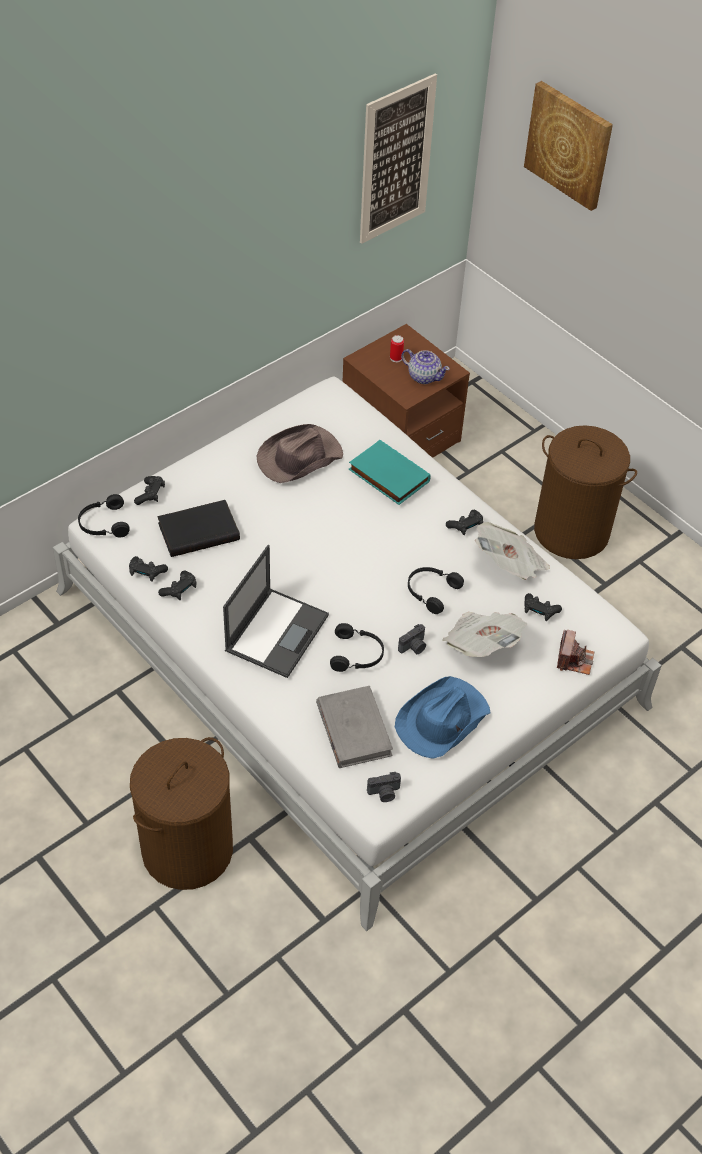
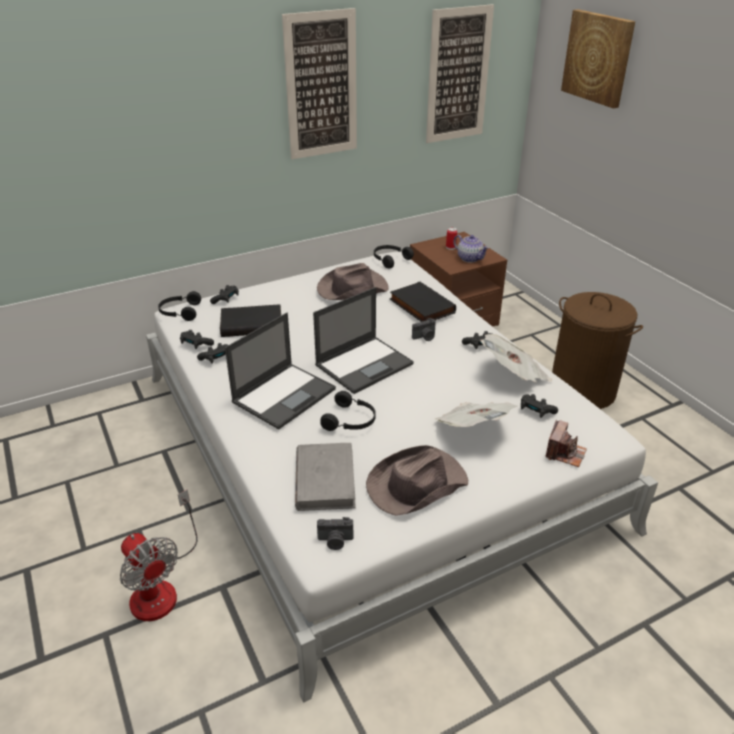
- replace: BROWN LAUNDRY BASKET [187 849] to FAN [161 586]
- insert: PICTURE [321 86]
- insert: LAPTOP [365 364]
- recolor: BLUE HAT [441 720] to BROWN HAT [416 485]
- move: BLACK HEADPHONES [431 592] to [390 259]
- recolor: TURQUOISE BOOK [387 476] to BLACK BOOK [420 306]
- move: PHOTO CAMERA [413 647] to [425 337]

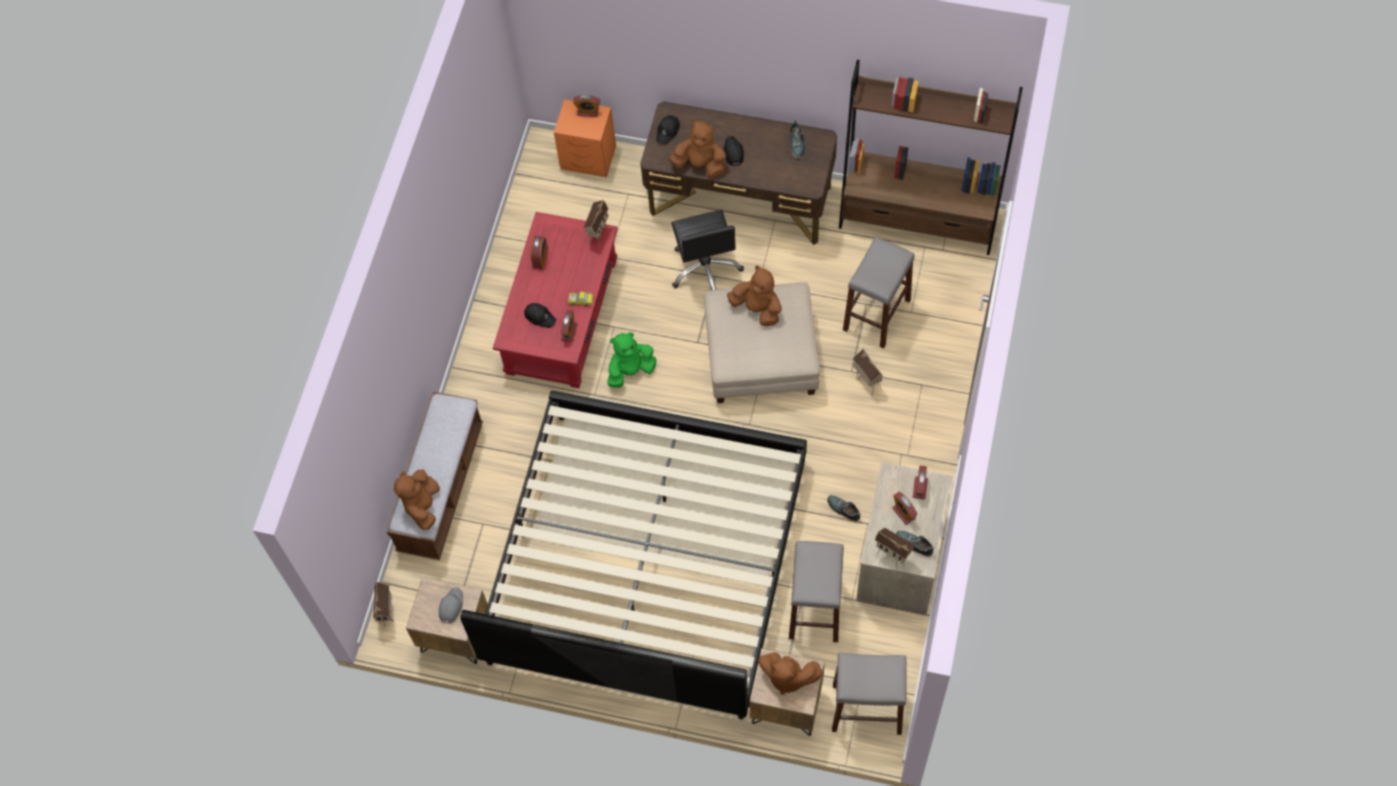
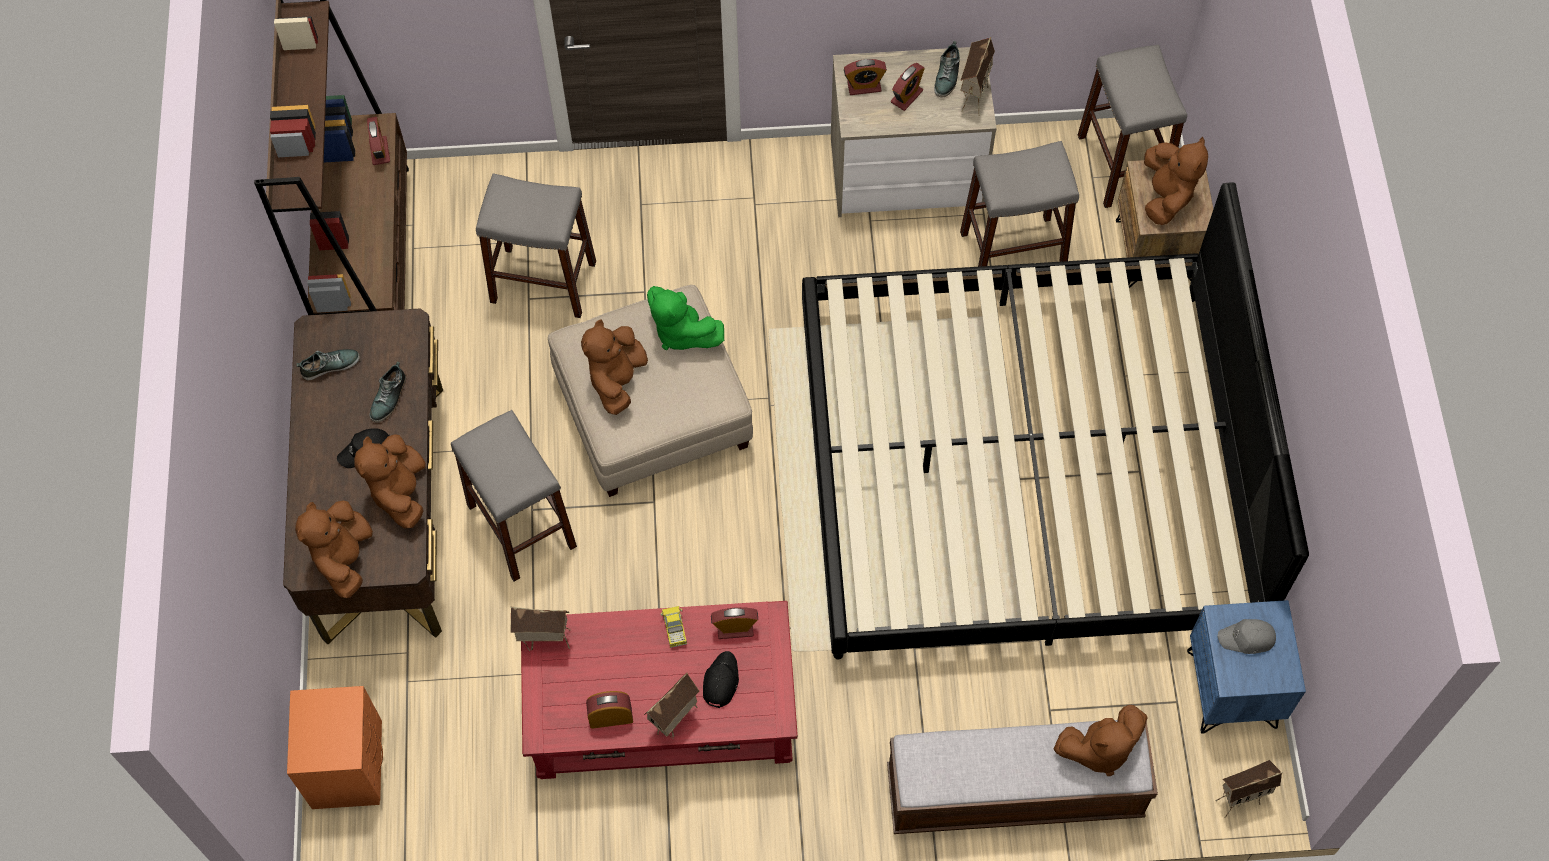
- replace: BLACK CAP [668 131] to BROWN PLUSH TOY [344 558]
- move: ALARM CLOCK [588 112] to [379 151]
- move: SHOE [843 509] to [389 398]
- replace: BLACK OFFICE CHAIR [705 269] to GREY STOOL [521 526]
- move: TOY HOUSE [867 382] to [675 721]
- move: GREEN PLUSH TOY [630 371] to [681 332]
- recolor: BROWN NIGHTSTAND [455 635] to BLUE NIGHTSTAND [1232 689]

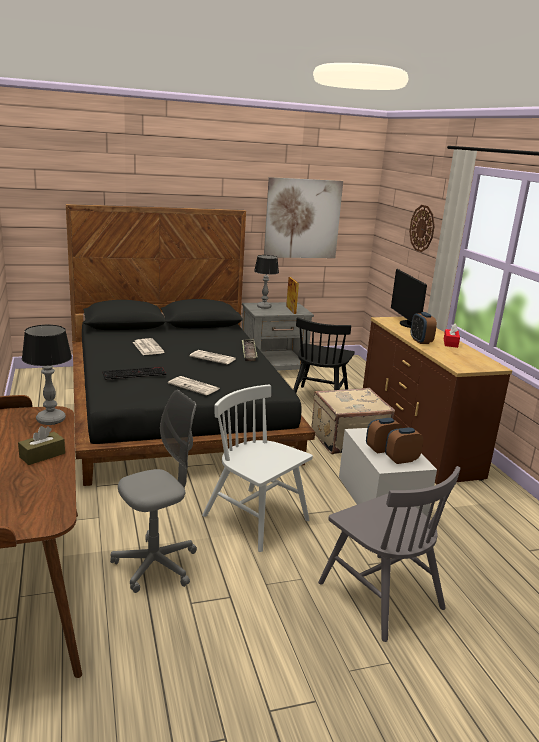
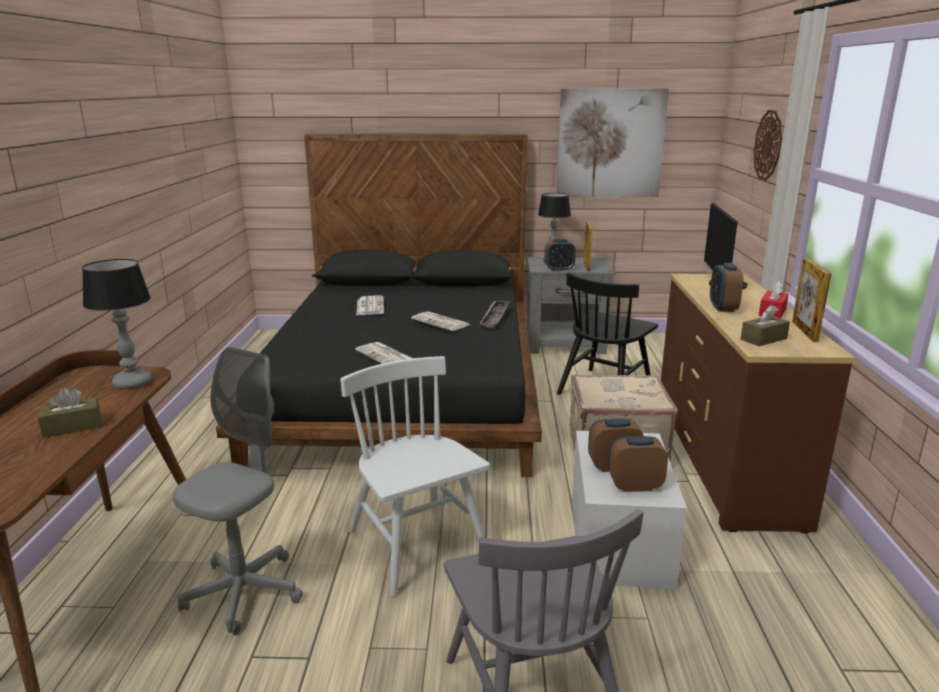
- rotate: GREY OFFICE CHAIR [155 565] = [244 592] 45 degrees counterclockwise
- insert: ALARM CLOCK [559 269]
- insert: BROWN TISSUE BOX [763 339]
- insert: PICTURE FRAME [804 331]
- delete: KEYBOARD [134 373]

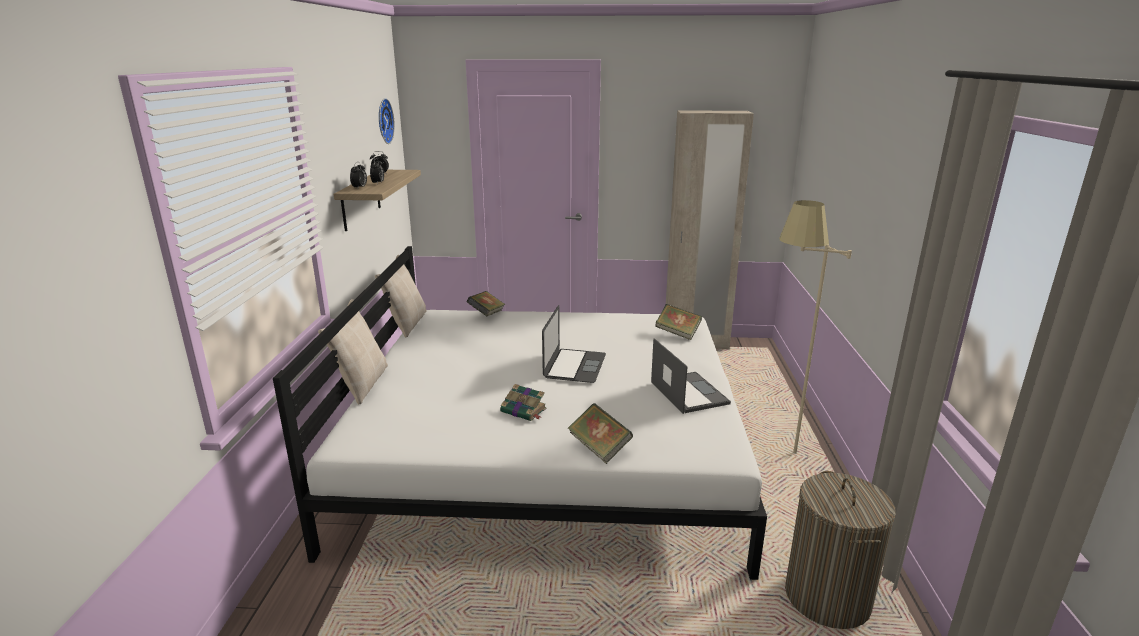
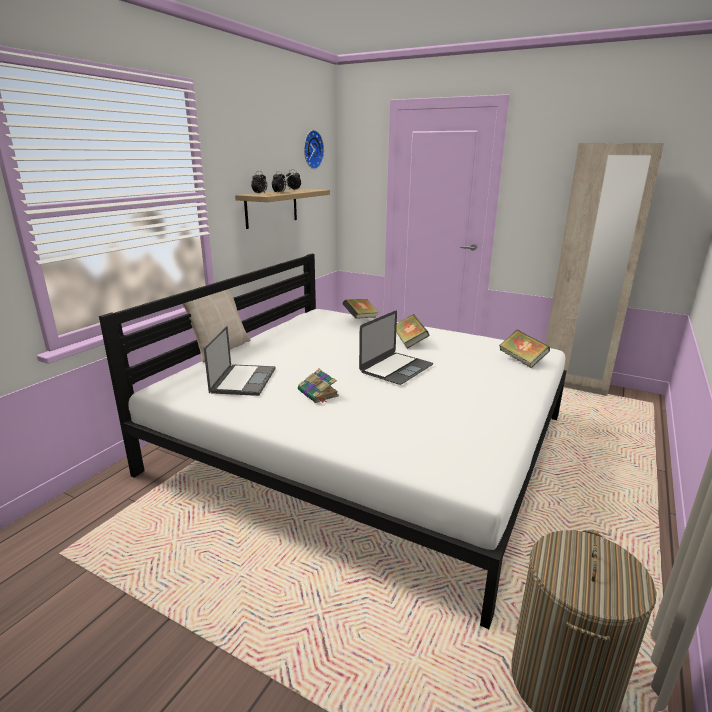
- move: LAPTOP [688 392] to [243 380]
- move: BOOK [599 448] to [409 342]
- delete: BEIGE PILLOW [406 323]
- delete: BEIGE FLOOR LAMP [783 459]

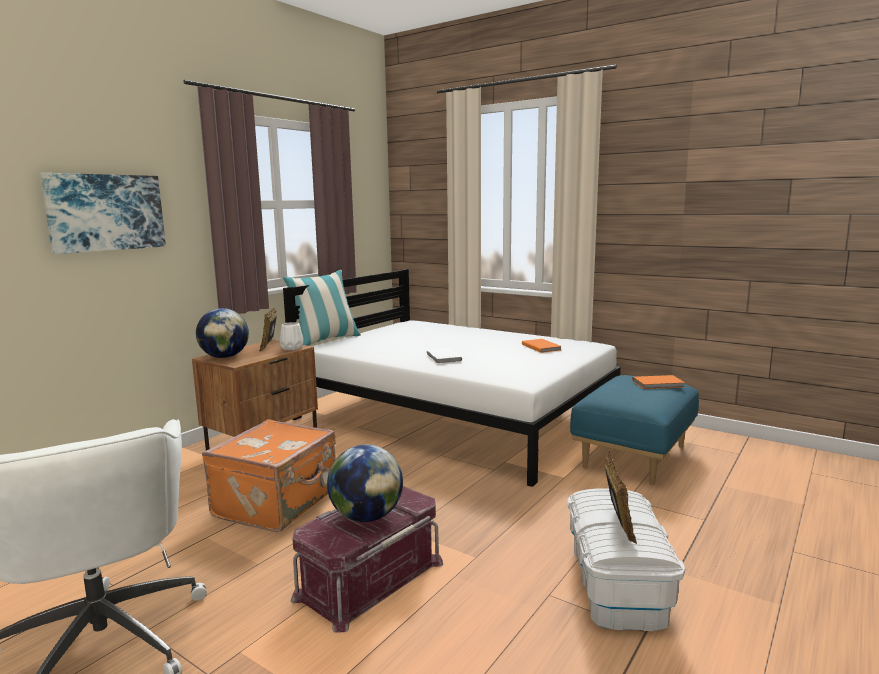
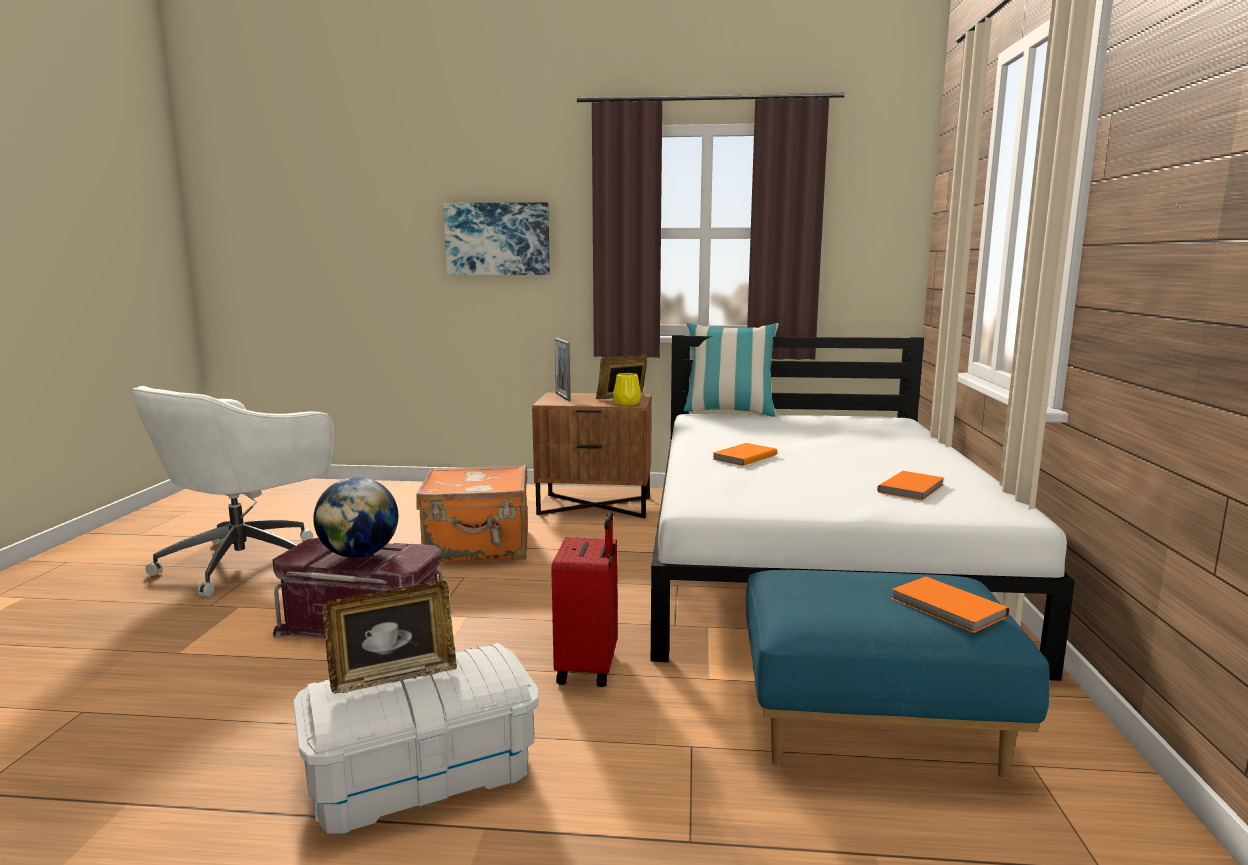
- insert: RED SUITCASE [589 667]
- replace: GLOBE [224 357] to PICTURE FRAME [562 397]
- recolor: WHITE VASE [292 348] to YELLOW VASE [626 403]
- recolor: WHITE BOOK [442 357] to ORANGE BOOK [743 457]

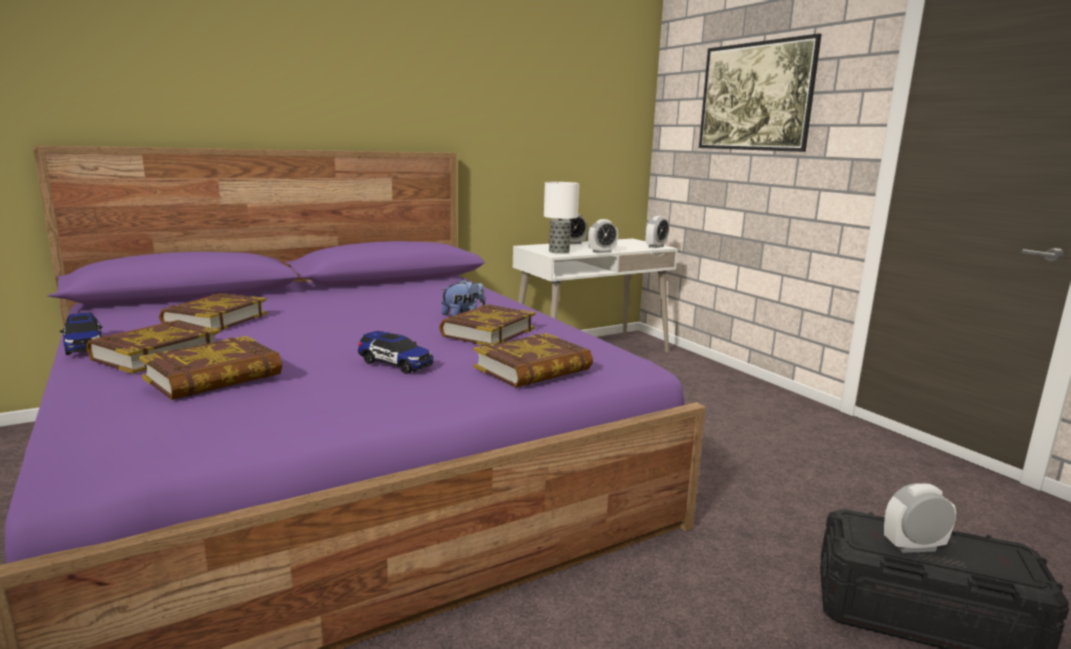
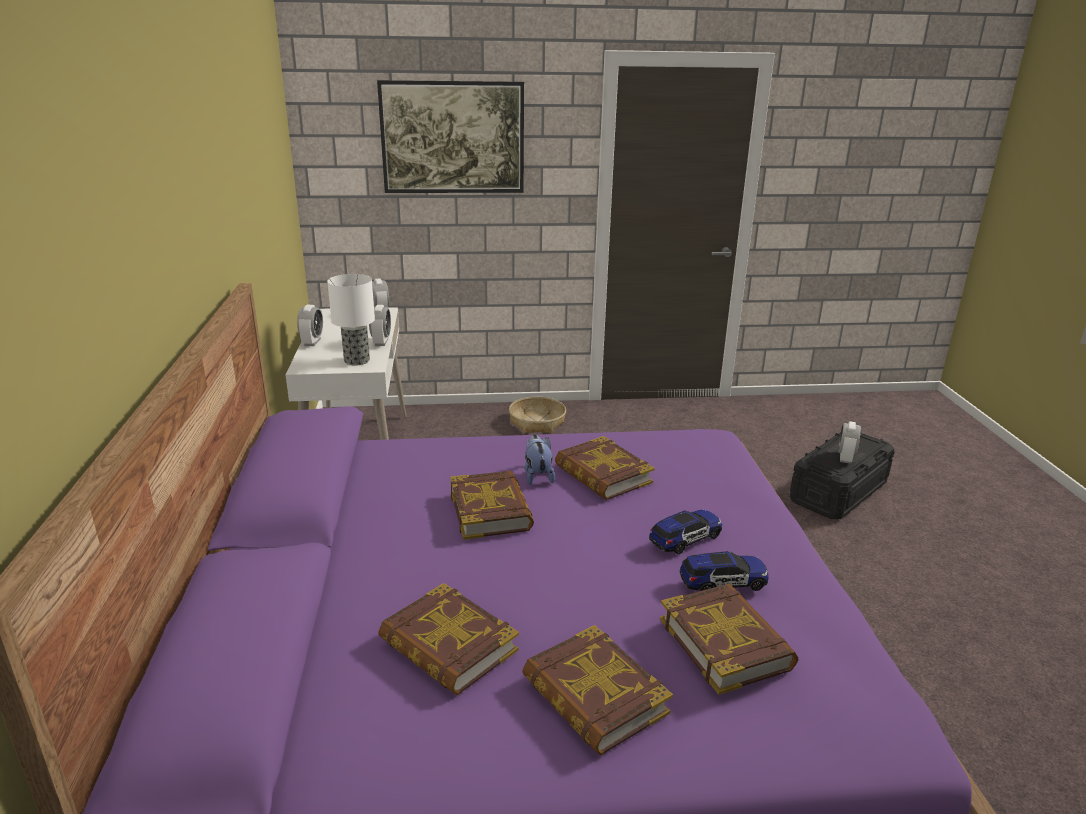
- move: BOOK [533 369] to [491 511]
- insert: BASKET [537 422]
- move: TOY CAR [84 345] to [723 582]

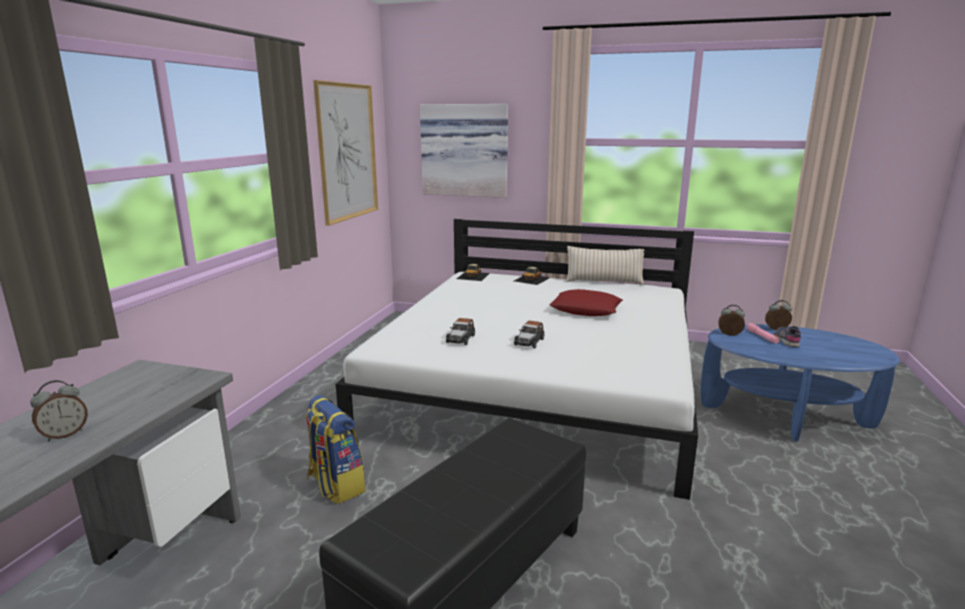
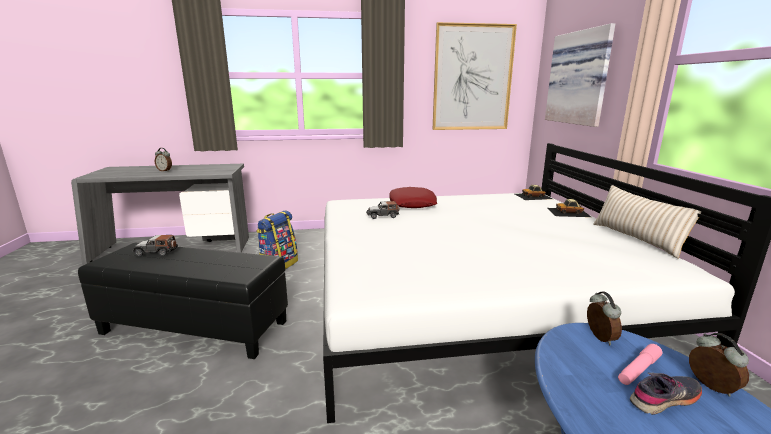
- move: TOY CAR [529 342] to [156 252]
- move: RED PILLOW [586 309] to [412 203]

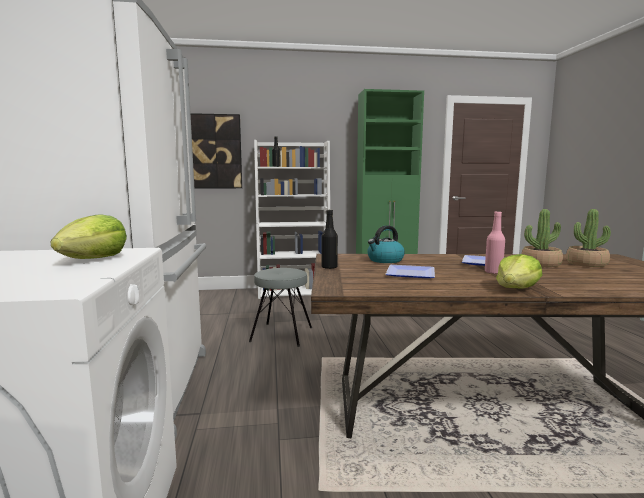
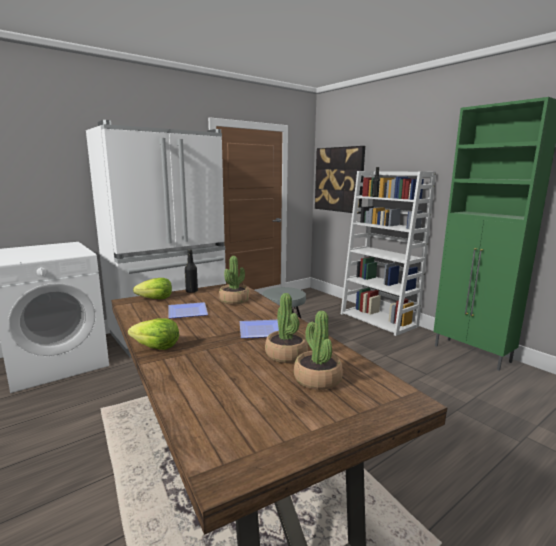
- move: LETTUCE [94 259] to [155 299]
- replace: KETTLE [385 260] to POTTED PLANT [234 300]
- delete: PINK BOTTLE [493 272]

